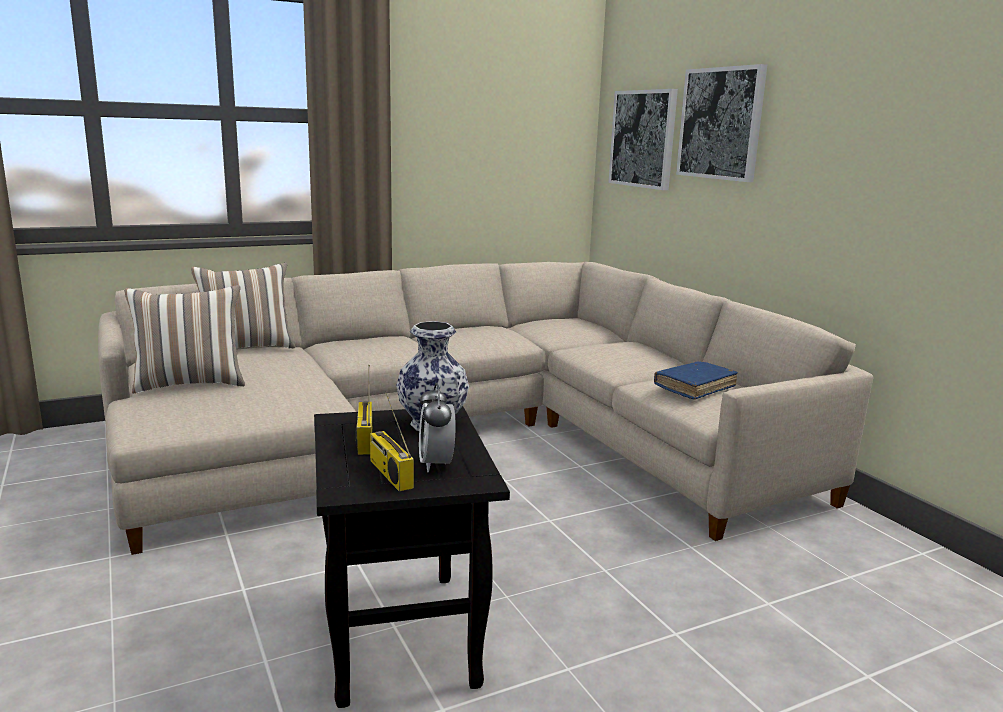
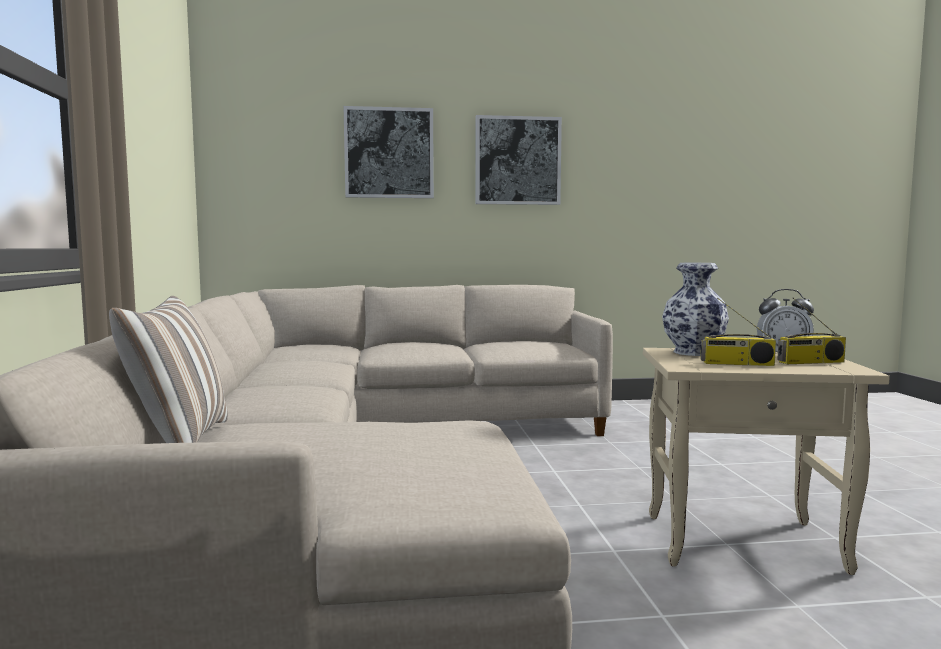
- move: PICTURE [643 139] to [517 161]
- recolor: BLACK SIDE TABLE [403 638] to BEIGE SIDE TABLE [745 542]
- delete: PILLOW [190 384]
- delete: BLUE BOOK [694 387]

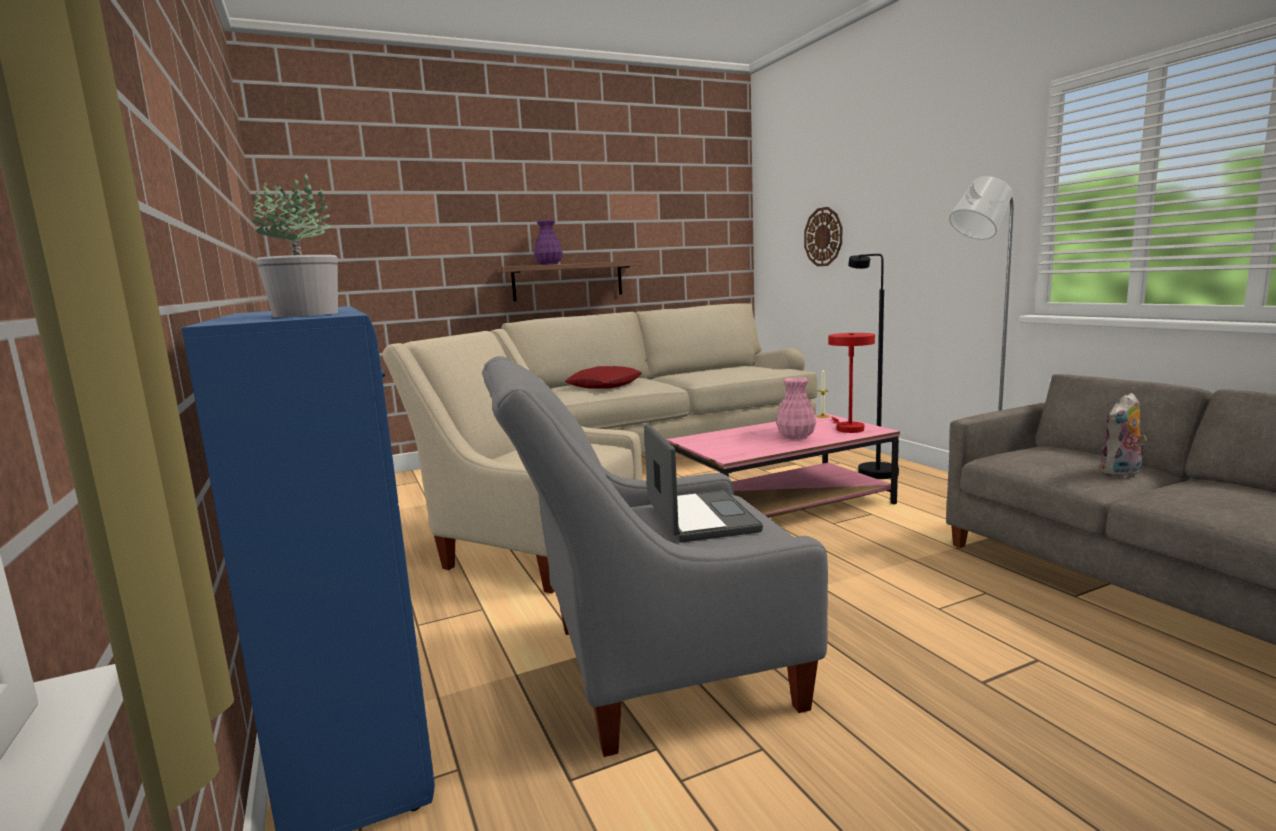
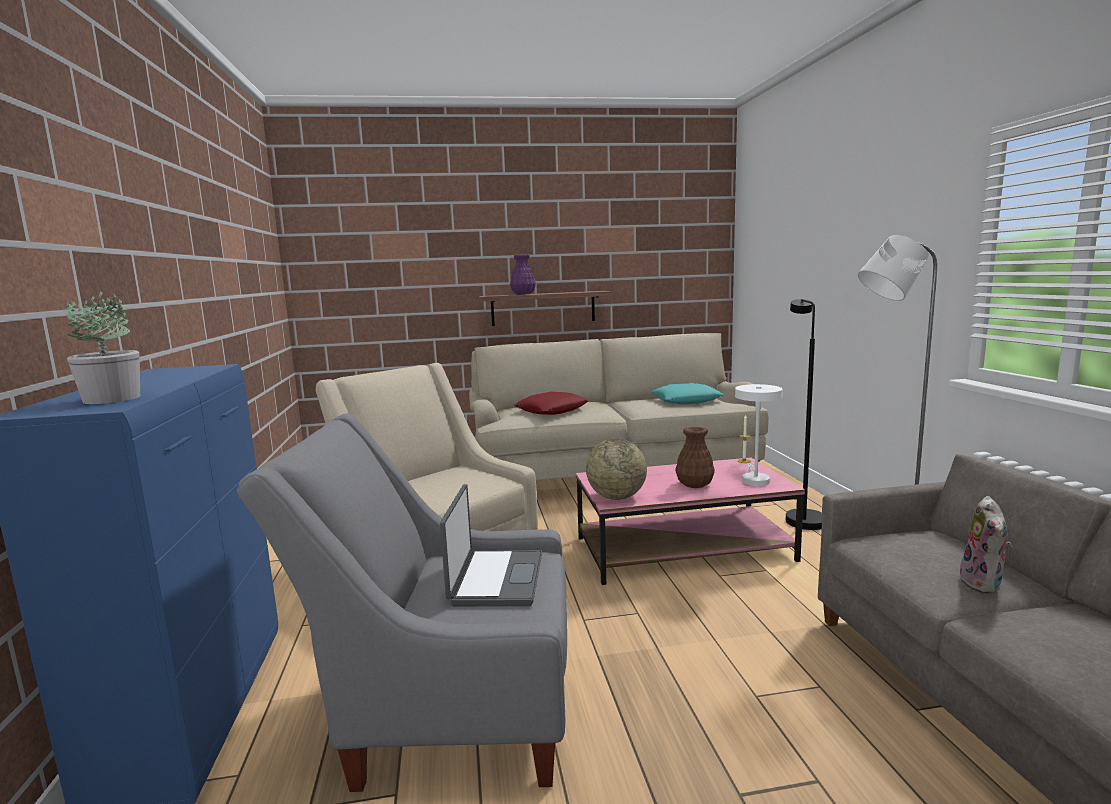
- insert: GLOBE [616 497]
- insert: TURQUOISE PILLOW [686 400]
- recolor: PINK VASE [796 437] to BROWN VASE [695 485]
- recolor: RED TABLE LAMP [847 428] to WHITE TABLE LAMP [754 480]
- rotate: PLUSH TOY [1121 473] = [984 584] 60 degrees counterclockwise
- delete: WALL CLOCK [823 237]

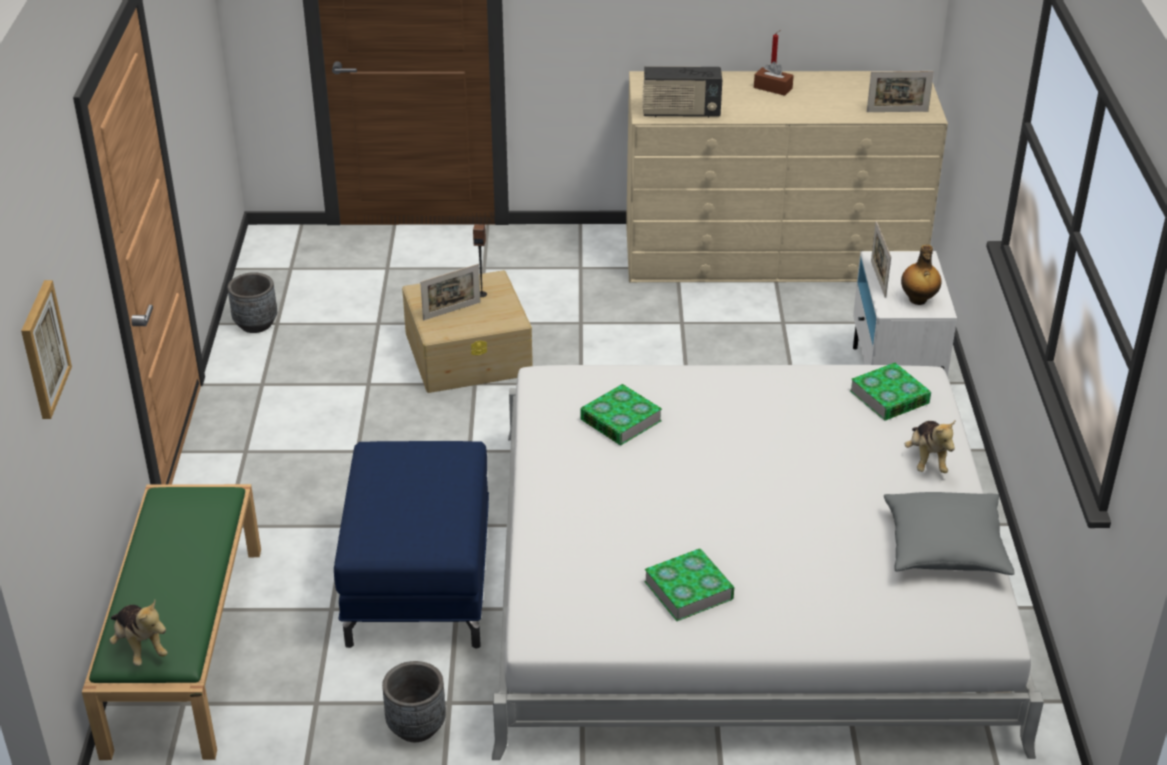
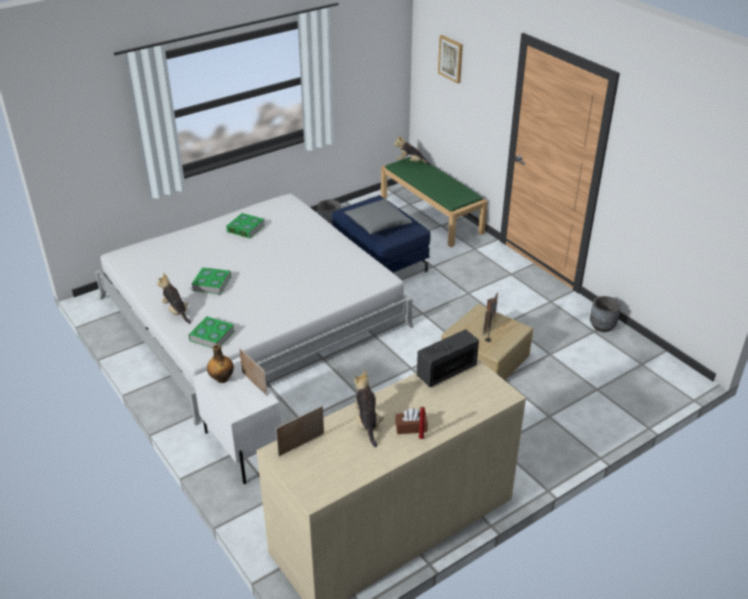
- move: BOOK [620 420] to [212 283]
- move: GREY PILLOW [945 548] to [377 224]
- insert: PLUSH TOY [367 423]

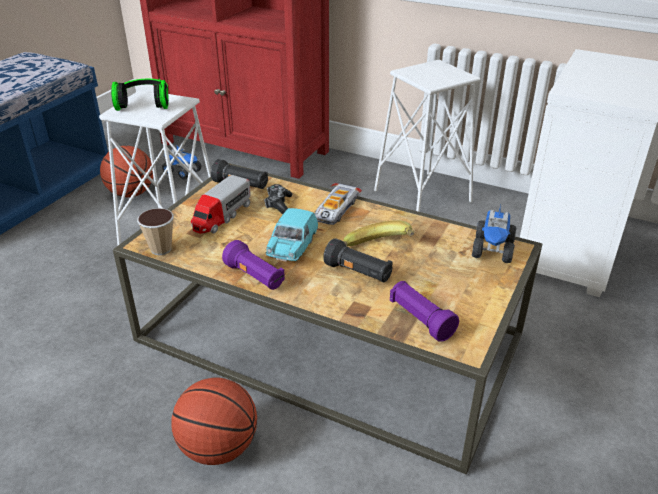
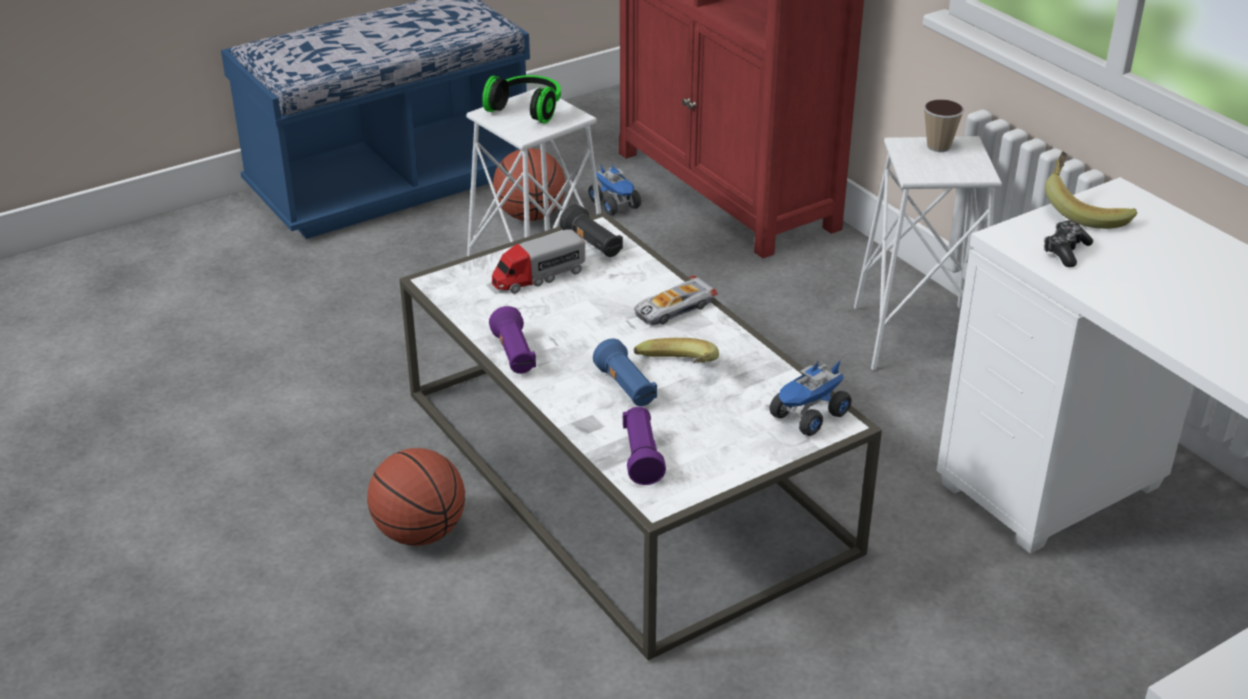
- recolor: BROWN COFFEE TABLE [329 338] to WHITE COFFEE TABLE [625 471]
- recolor: BLACK FLASHLIGHT [358 273] to BLUE FLASHLIGHT [626 388]
- move: CUP [161 249] to [938 146]
- move: GAME CONTROLLER [278 204] to [1065 251]
- insert: BANANA [1084 210]
- delete: TURQUOISE TOY CAR [292 248]

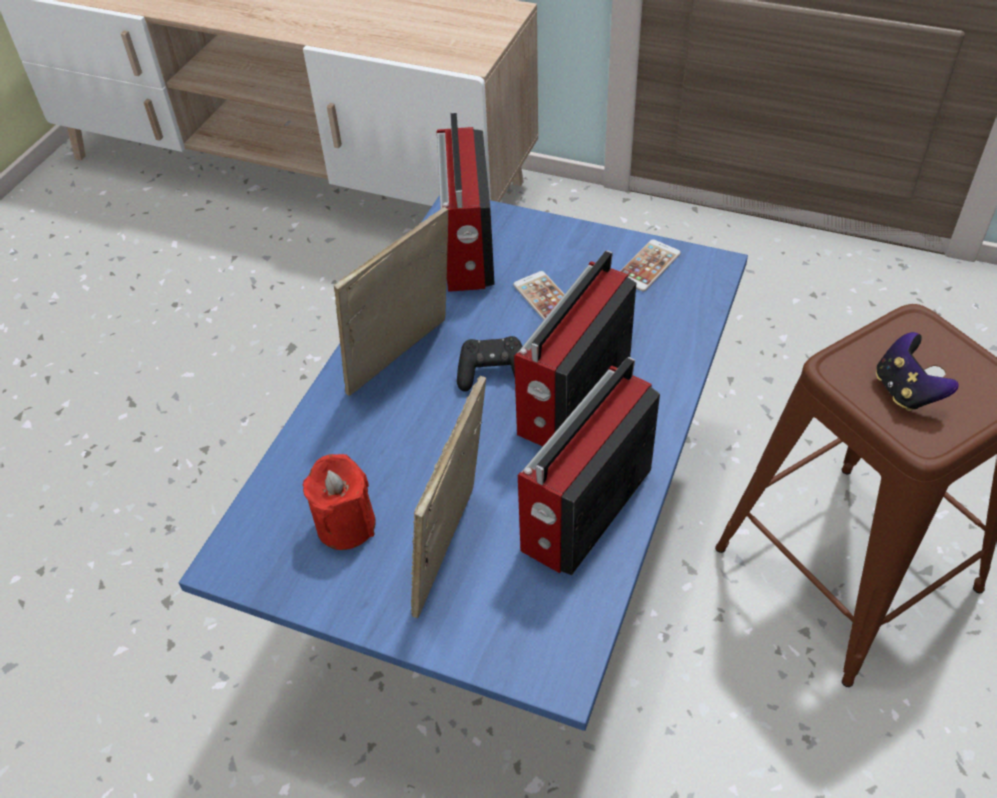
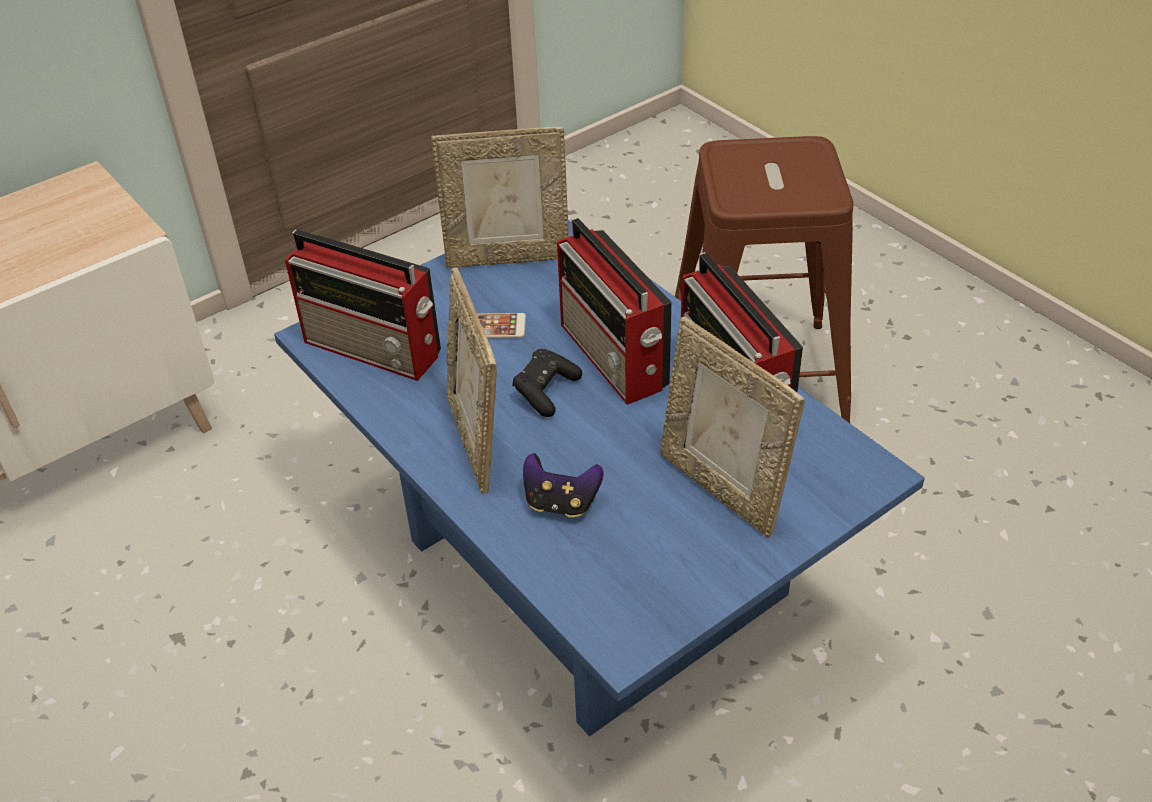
- replace: PHONE [648 266] to PICTURE FRAME [508 257]
- move: GAME CONTROLLER [905 391] to [561 503]
- delete: RED CANDLE [346 525]

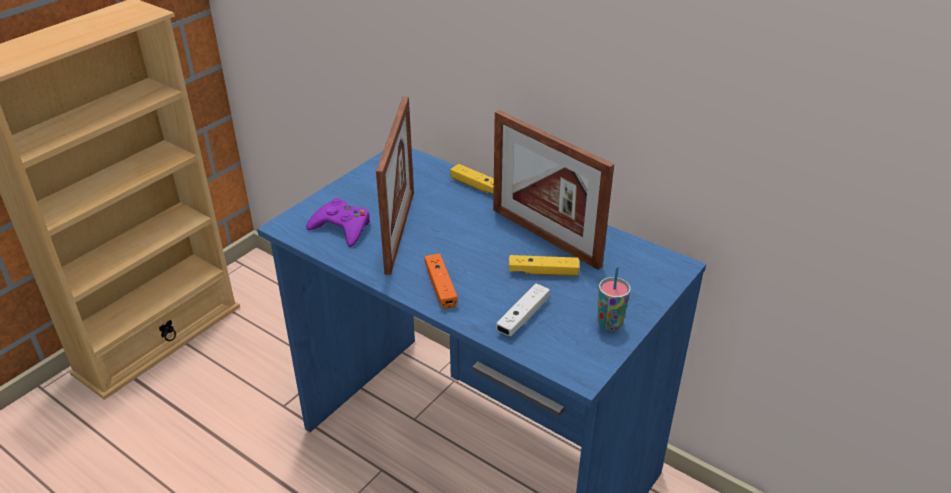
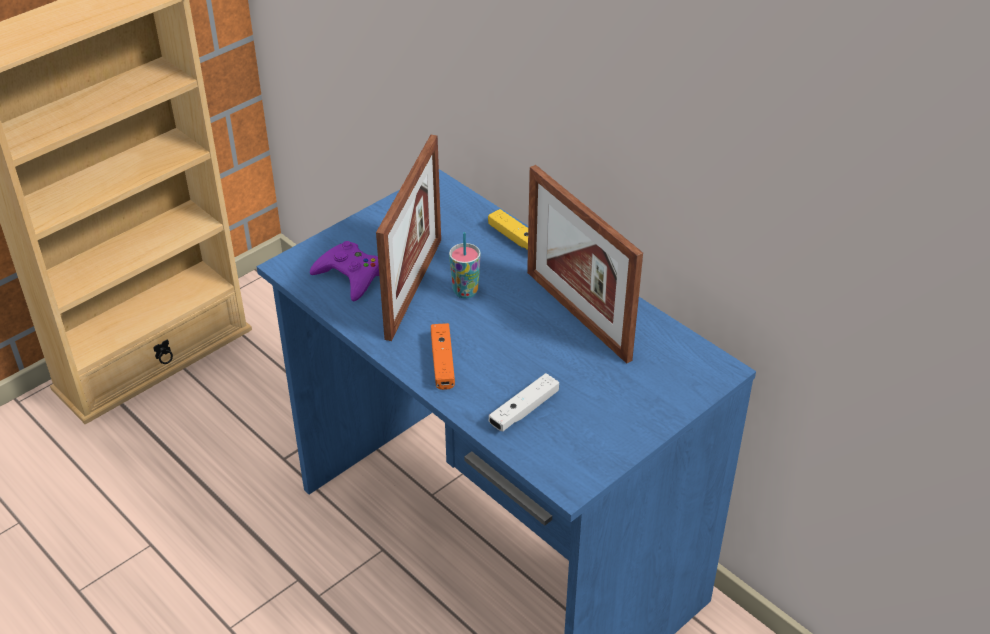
- move: CUP [609 325] to [465 291]
- delete: YELLOW GAME CONTROLLER [543 272]

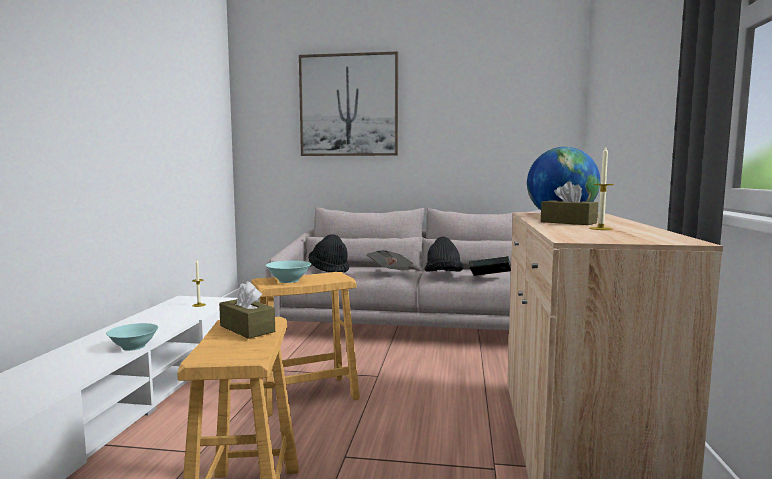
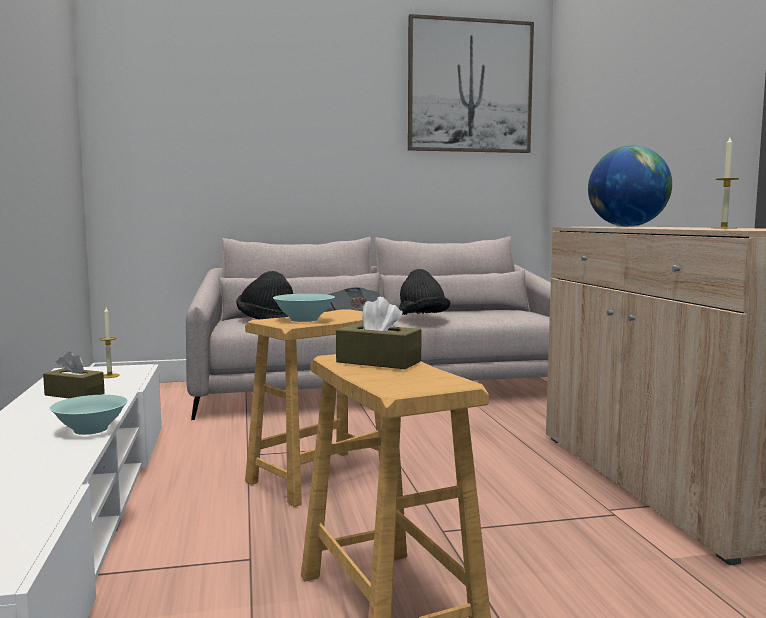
- move: BROWN TISSUE BOX [568 222] to [74 394]
- move: PICTURE [349 105] to [469 86]
- delete: BOOK [490 278]

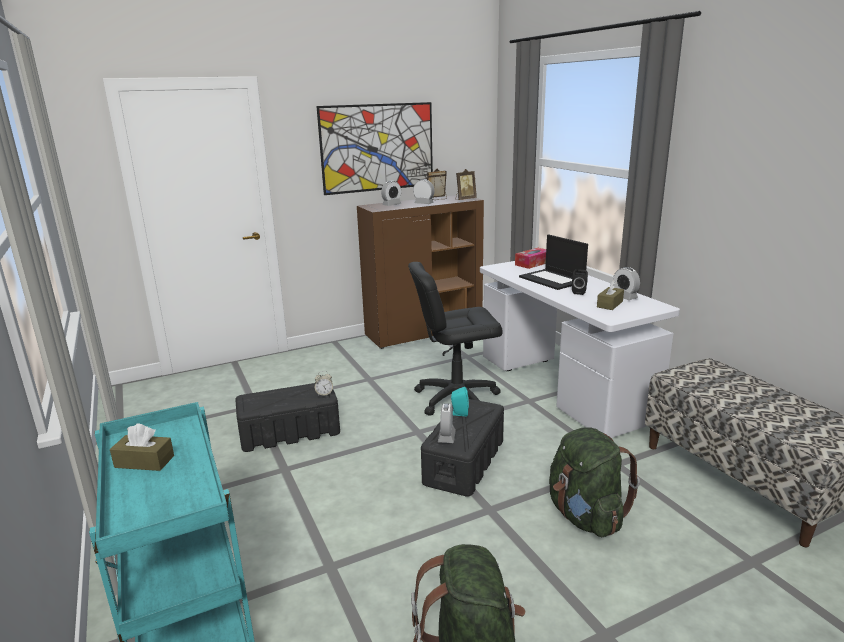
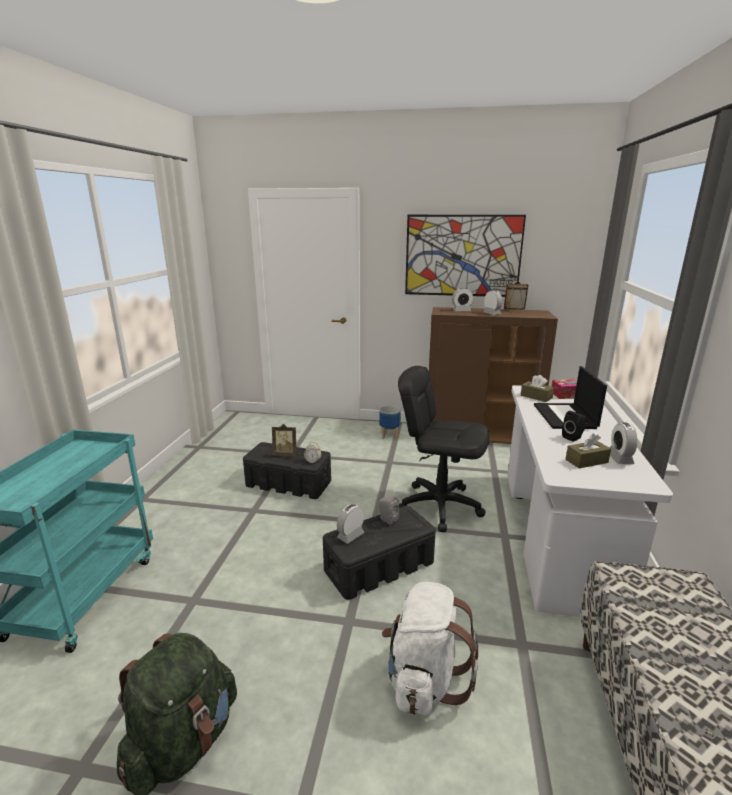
- move: PICTURE FRAME [465 199] to [285 454]
- insert: PLANTER [389 435]
- recolor: TURQUOISE SPEAKER [459 413] to GREY SPEAKER [387 519]
- recolor: GREEN BACKPACK [585 516] to WHITE BACKPACK [424 679]
- move: BROWN TISSUE BOX [144 461] to [536 397]

